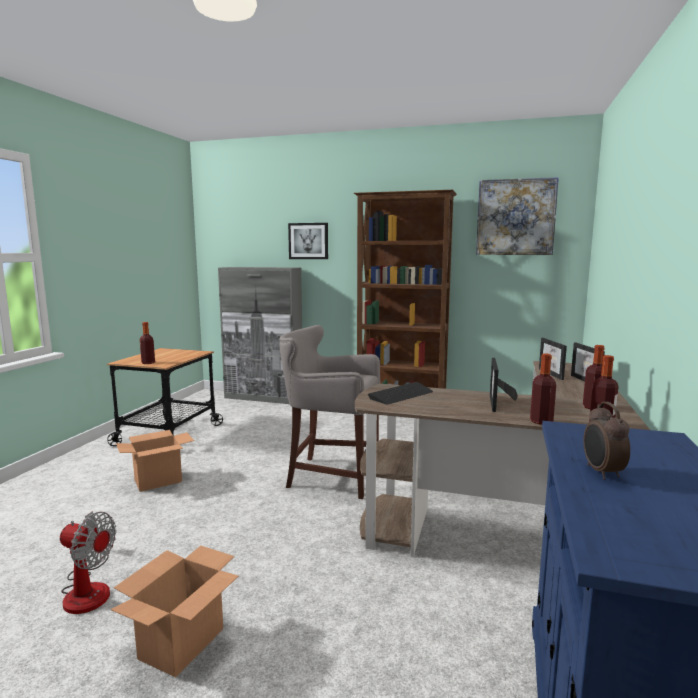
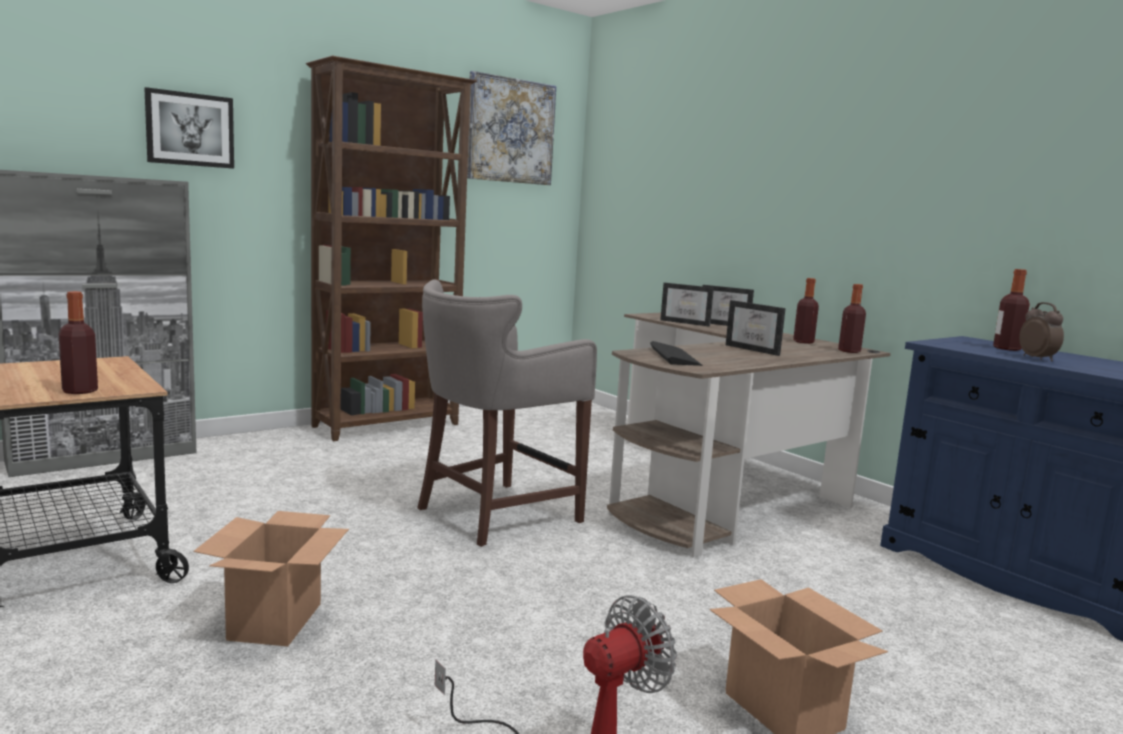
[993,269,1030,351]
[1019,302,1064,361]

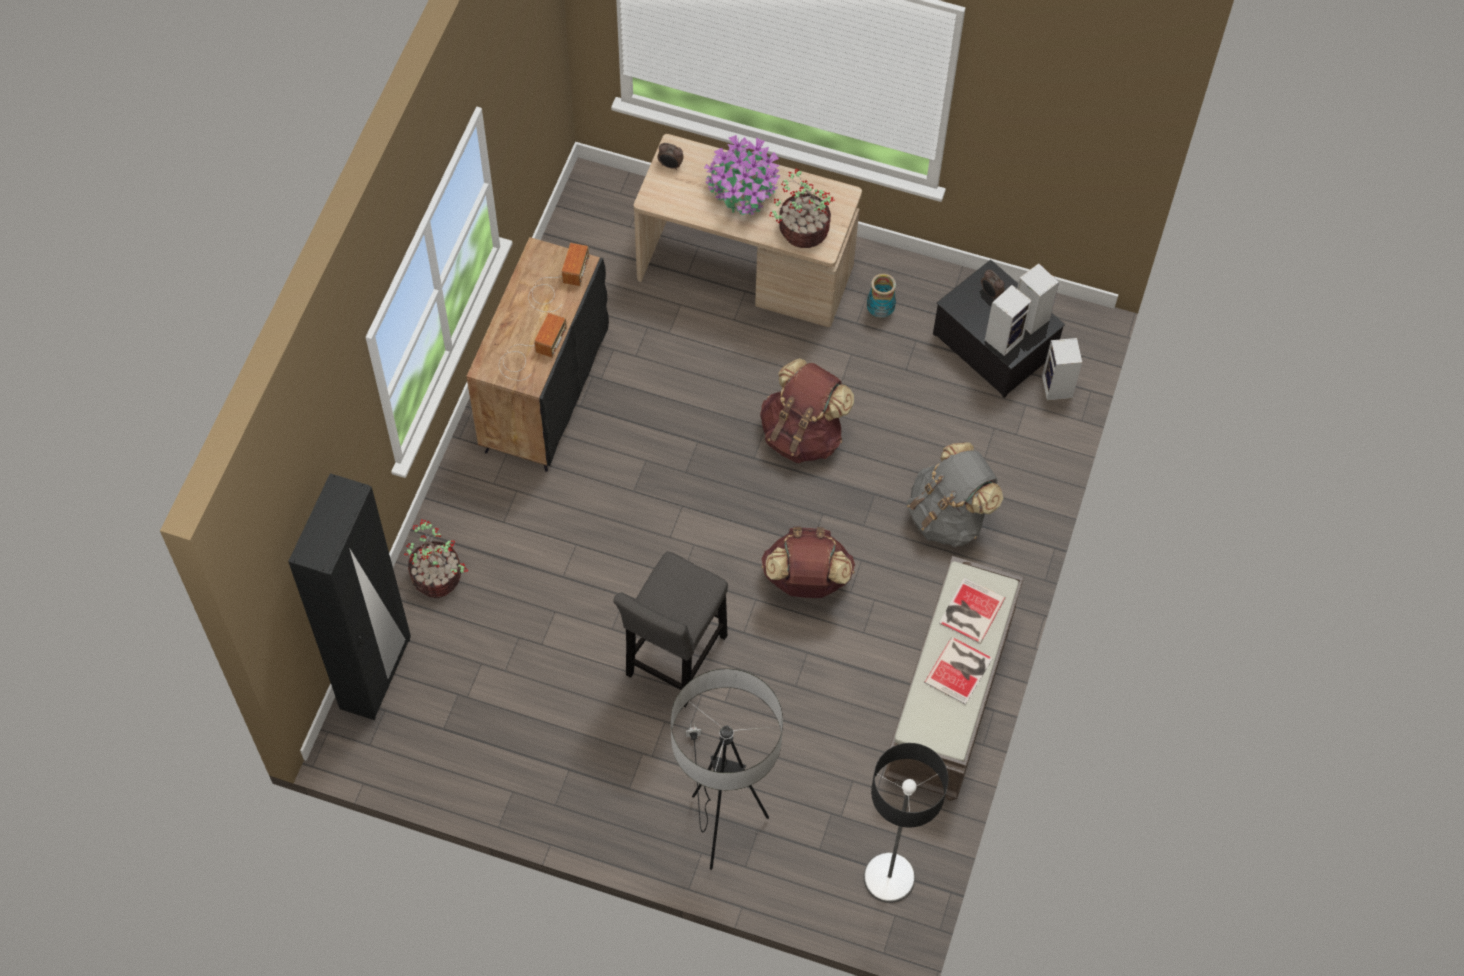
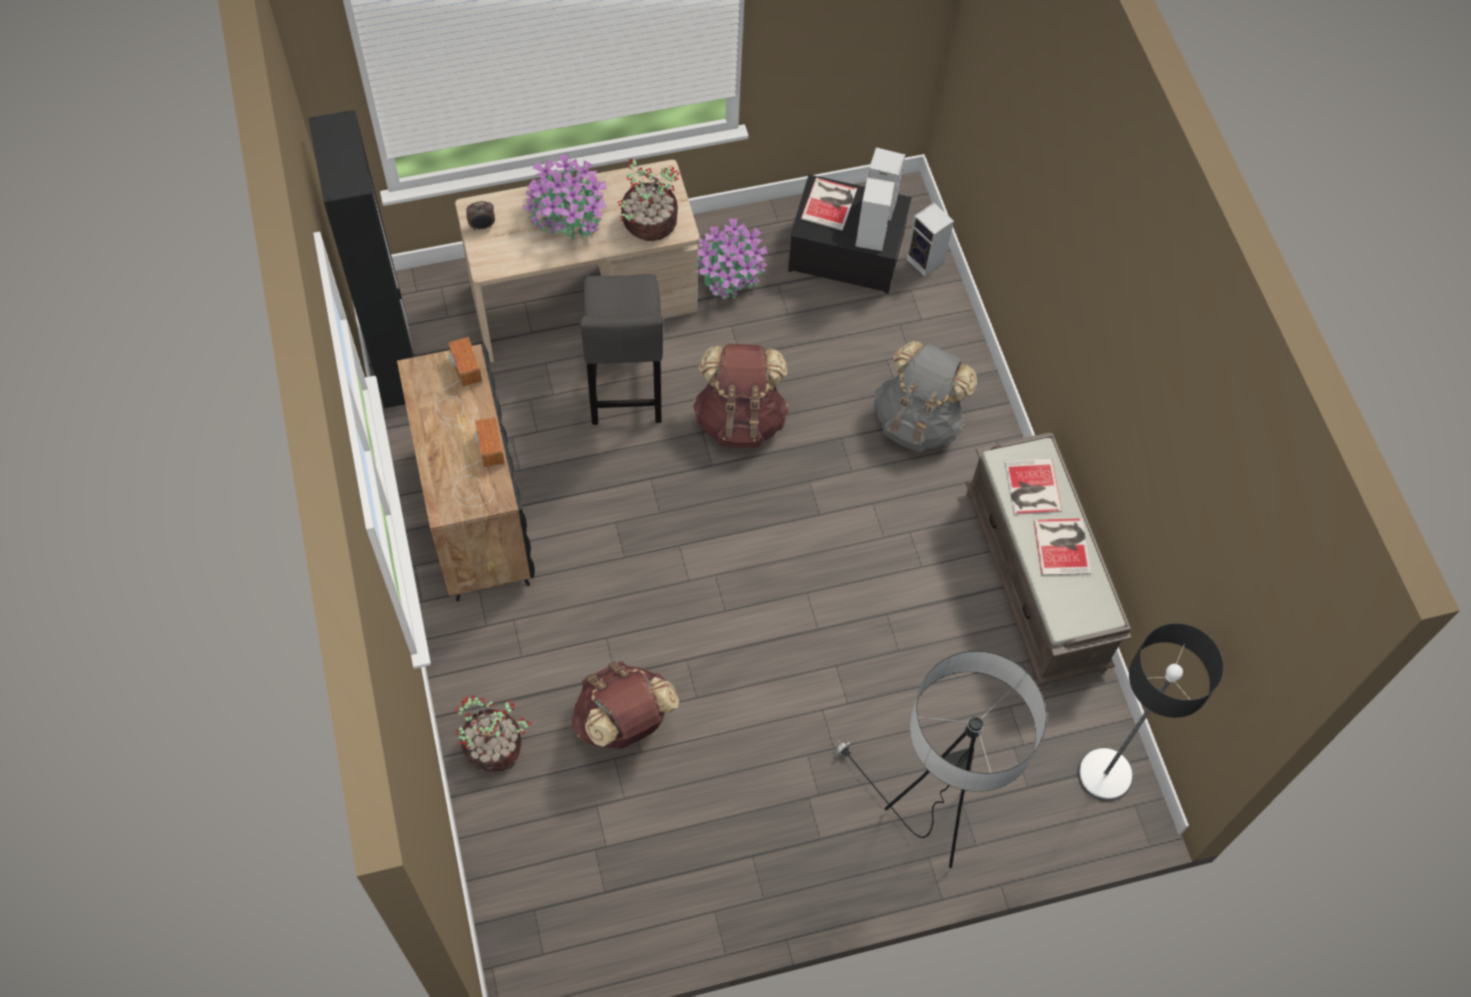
[308,110,415,408]
[571,661,679,749]
[580,274,664,425]
[697,219,768,299]
[801,178,857,231]

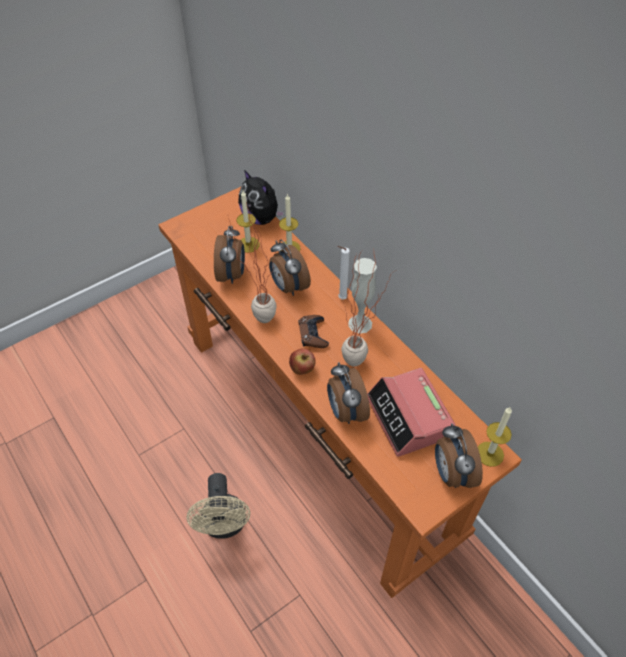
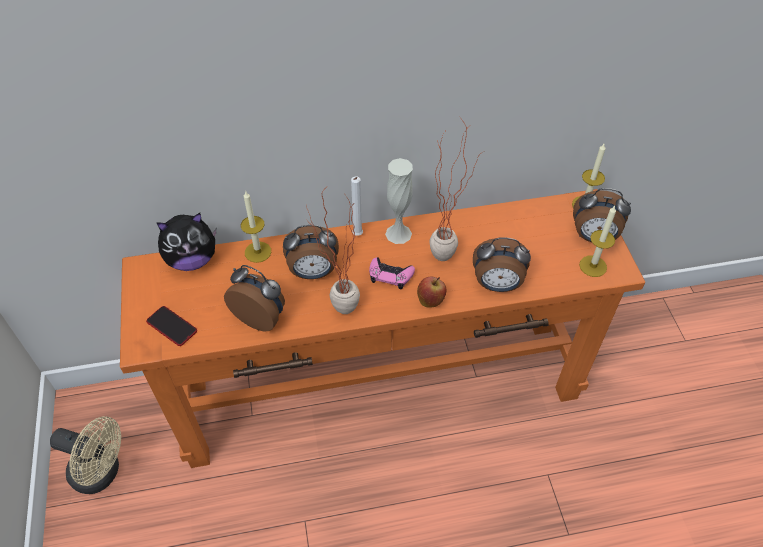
[50,417,121,494]
[146,306,197,346]
[369,257,415,289]
[579,206,616,277]
[367,368,456,457] (first image)

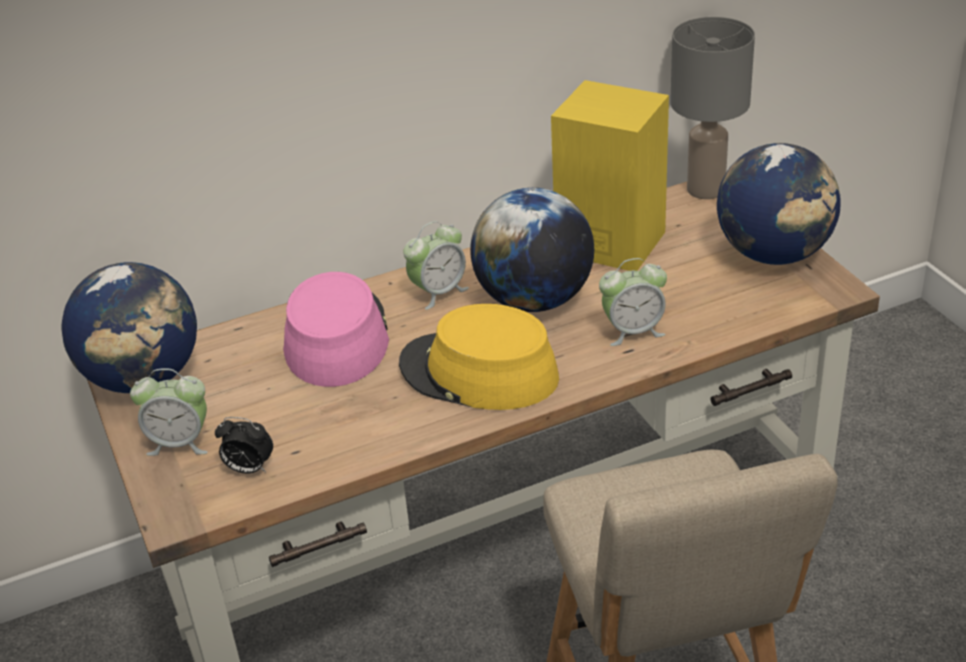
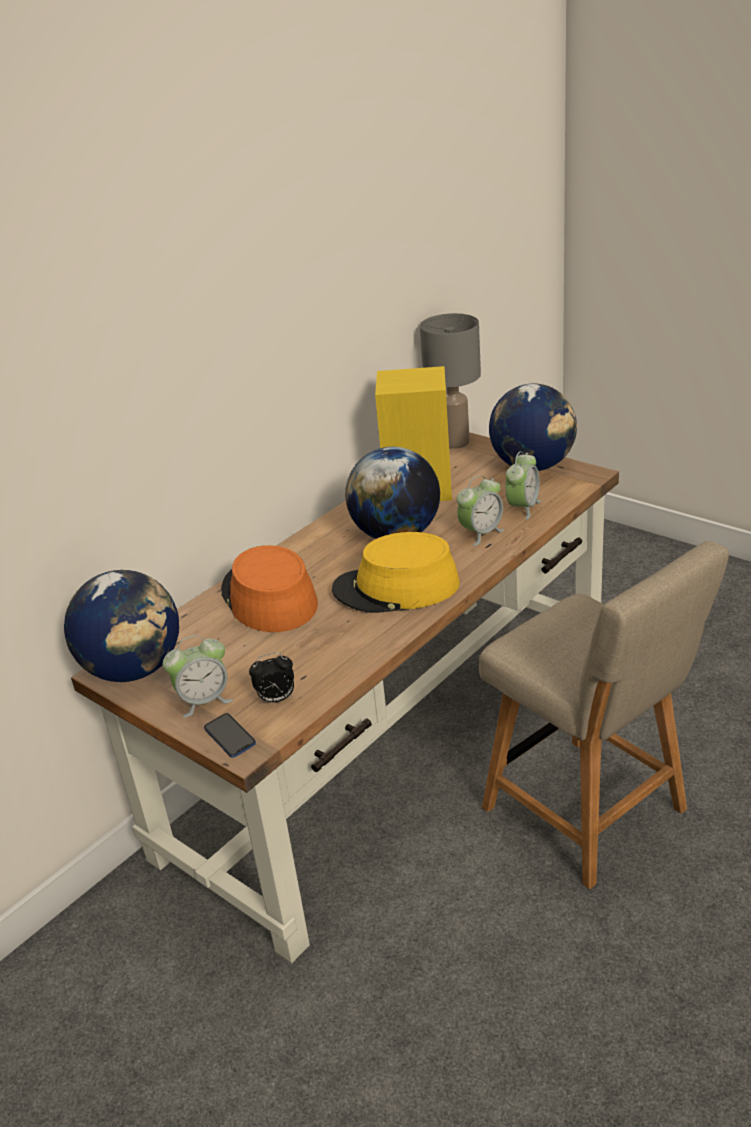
[204,713,256,758]
[221,545,318,632]
[505,451,541,520]

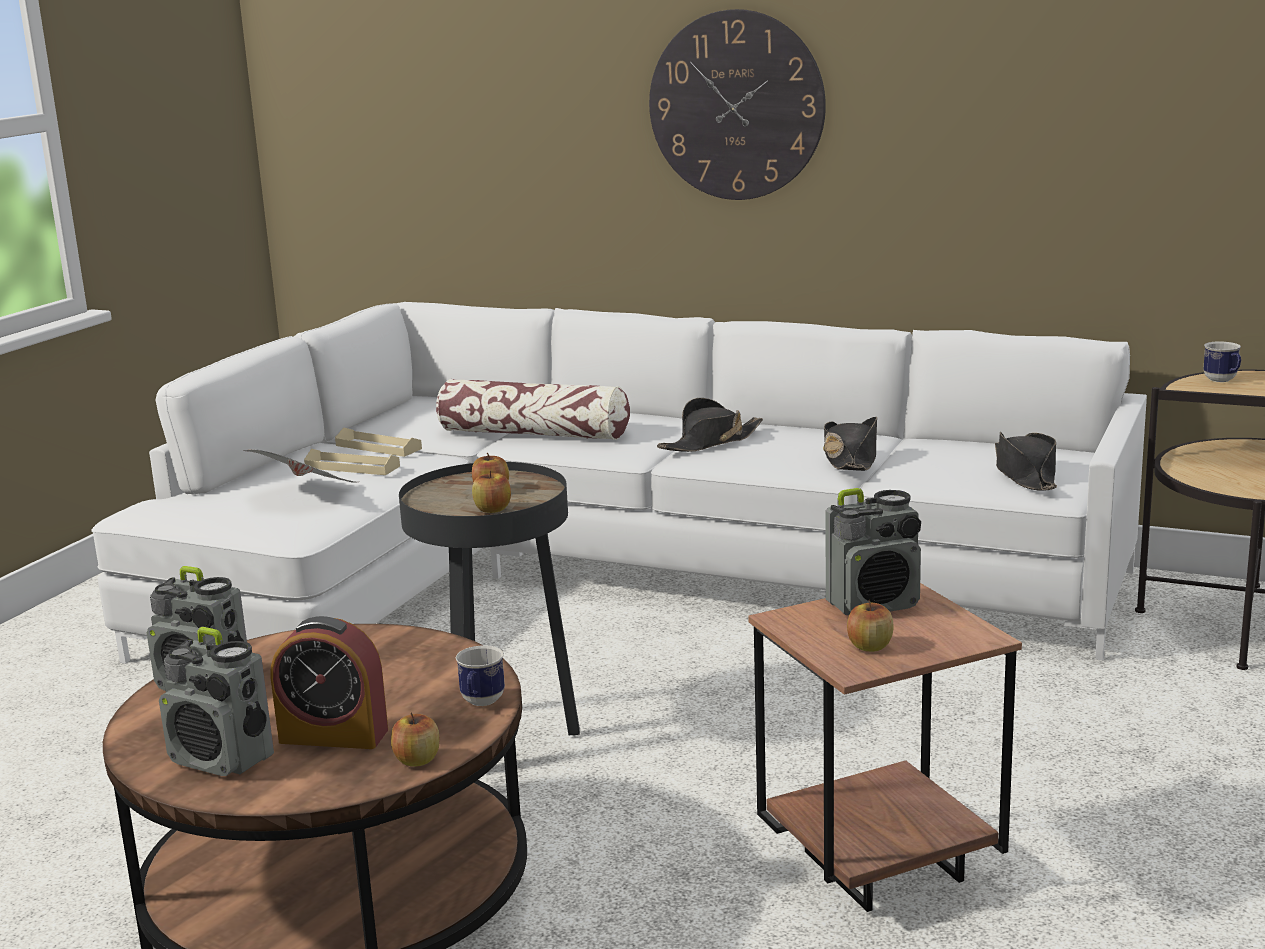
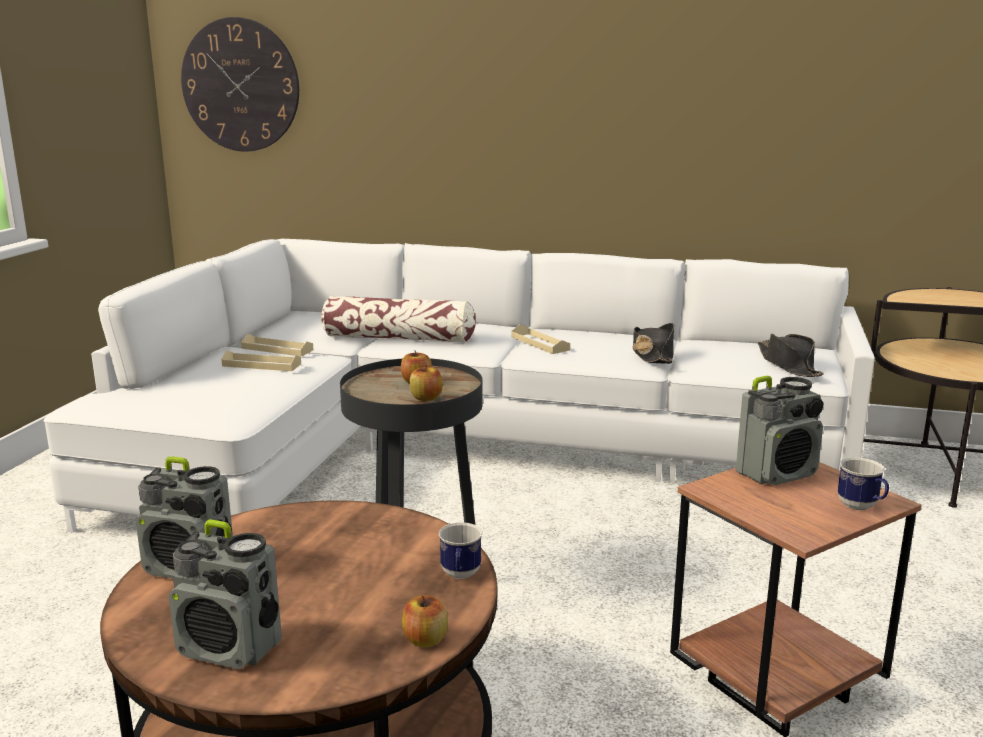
[181,17,299,152]
[511,324,570,354]
[837,457,889,510]
[244,449,356,483] (first image)
[271,616,388,749] (first image)
[847,600,894,652] (first image)

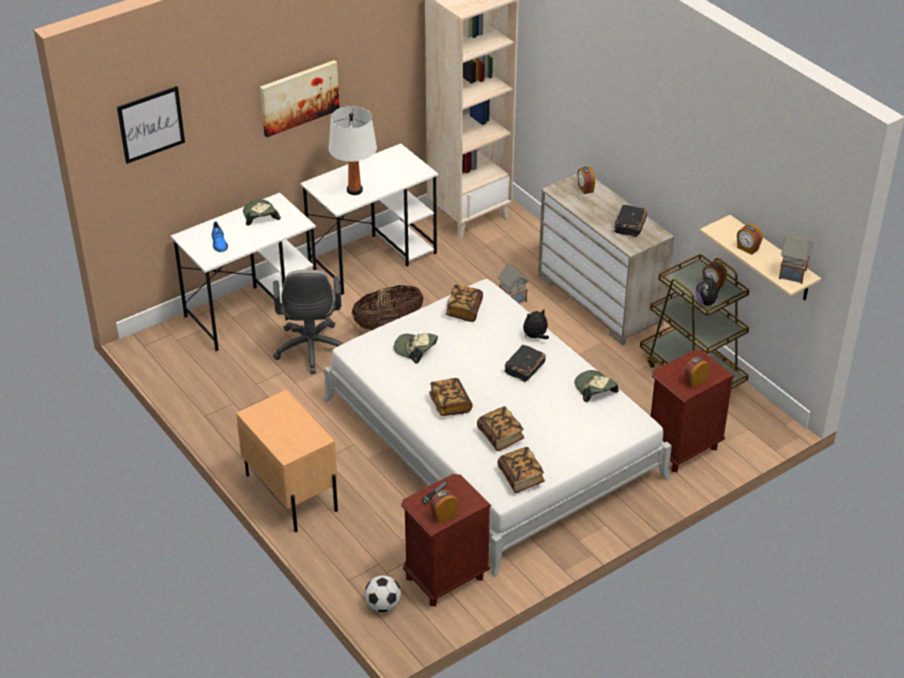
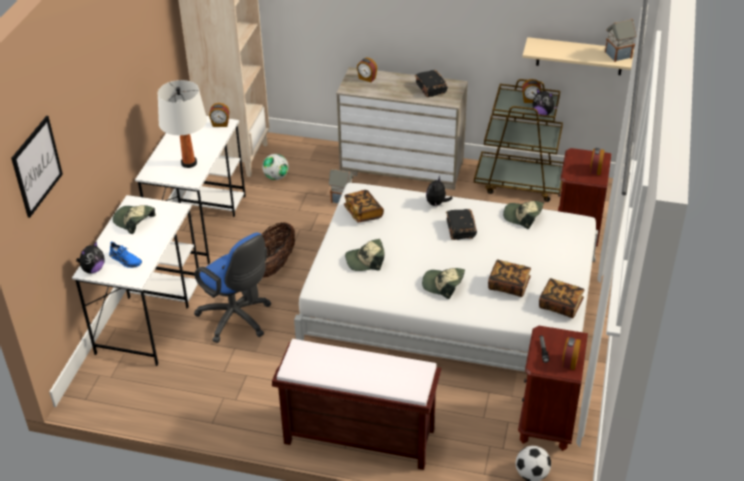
[76,241,104,273]
[194,233,271,343]
[209,103,229,127]
[262,154,289,180]
[272,339,441,470]
[422,268,465,299]
[260,60,339,137] (first image)

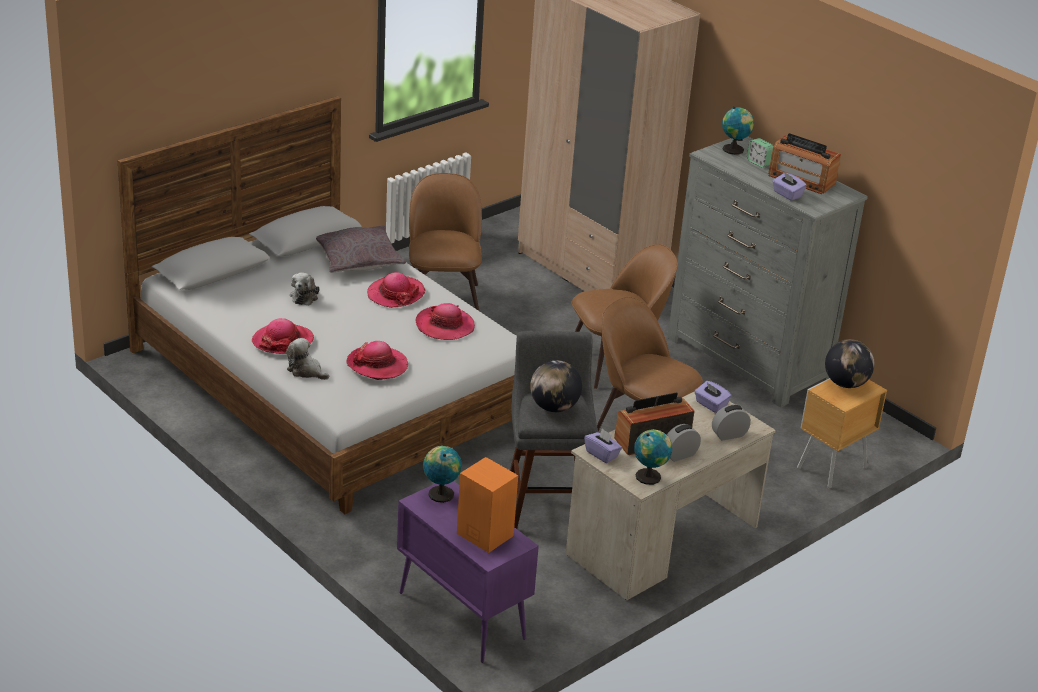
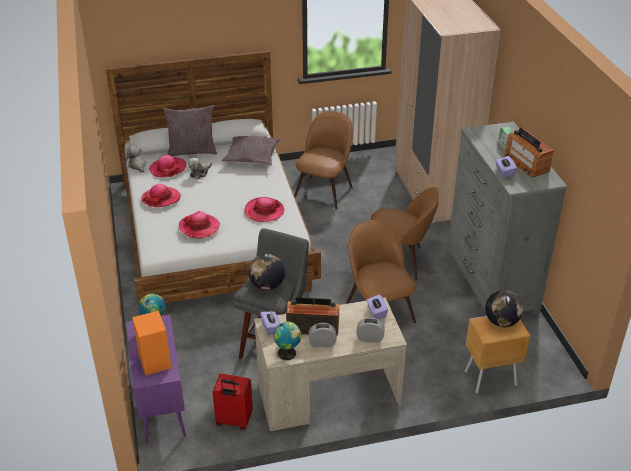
[126,146,146,173]
[149,155,186,177]
[163,105,217,156]
[212,374,253,430]
[722,107,754,155] (first image)

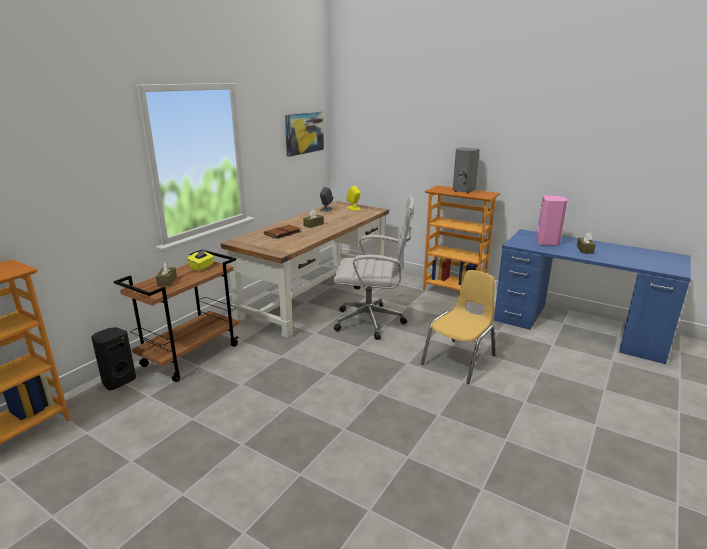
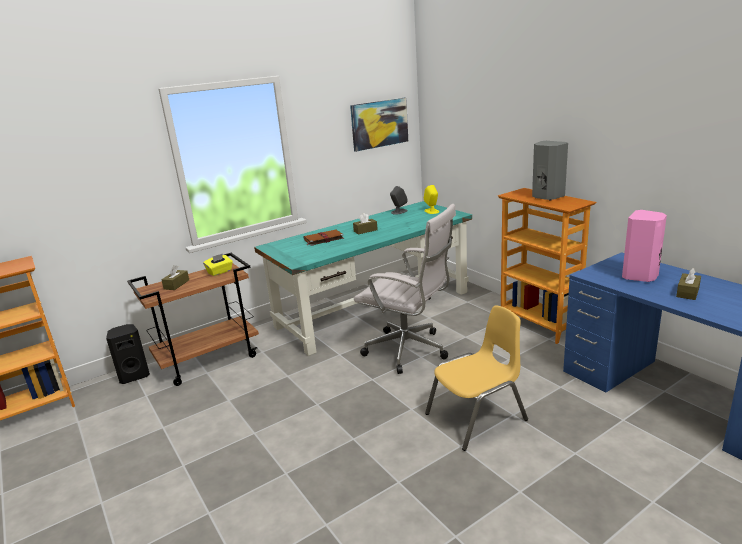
[254,201,472,356]

